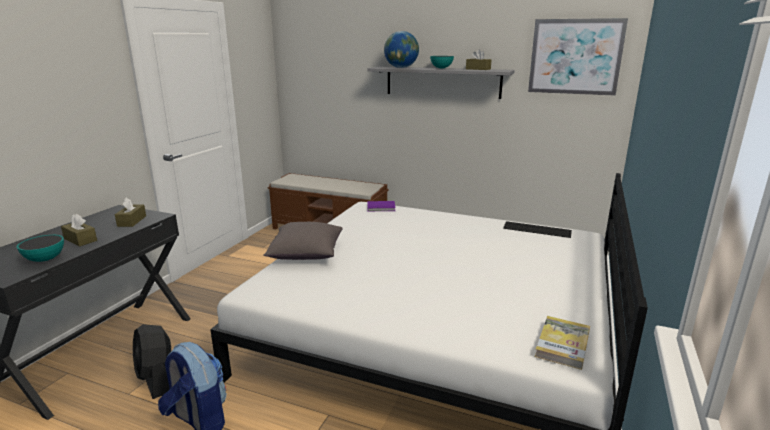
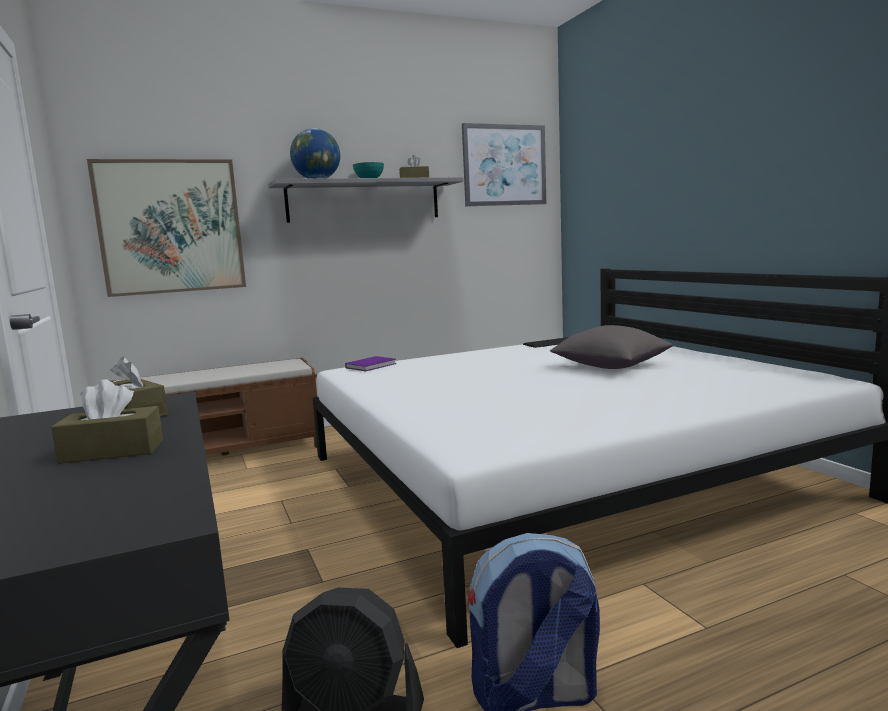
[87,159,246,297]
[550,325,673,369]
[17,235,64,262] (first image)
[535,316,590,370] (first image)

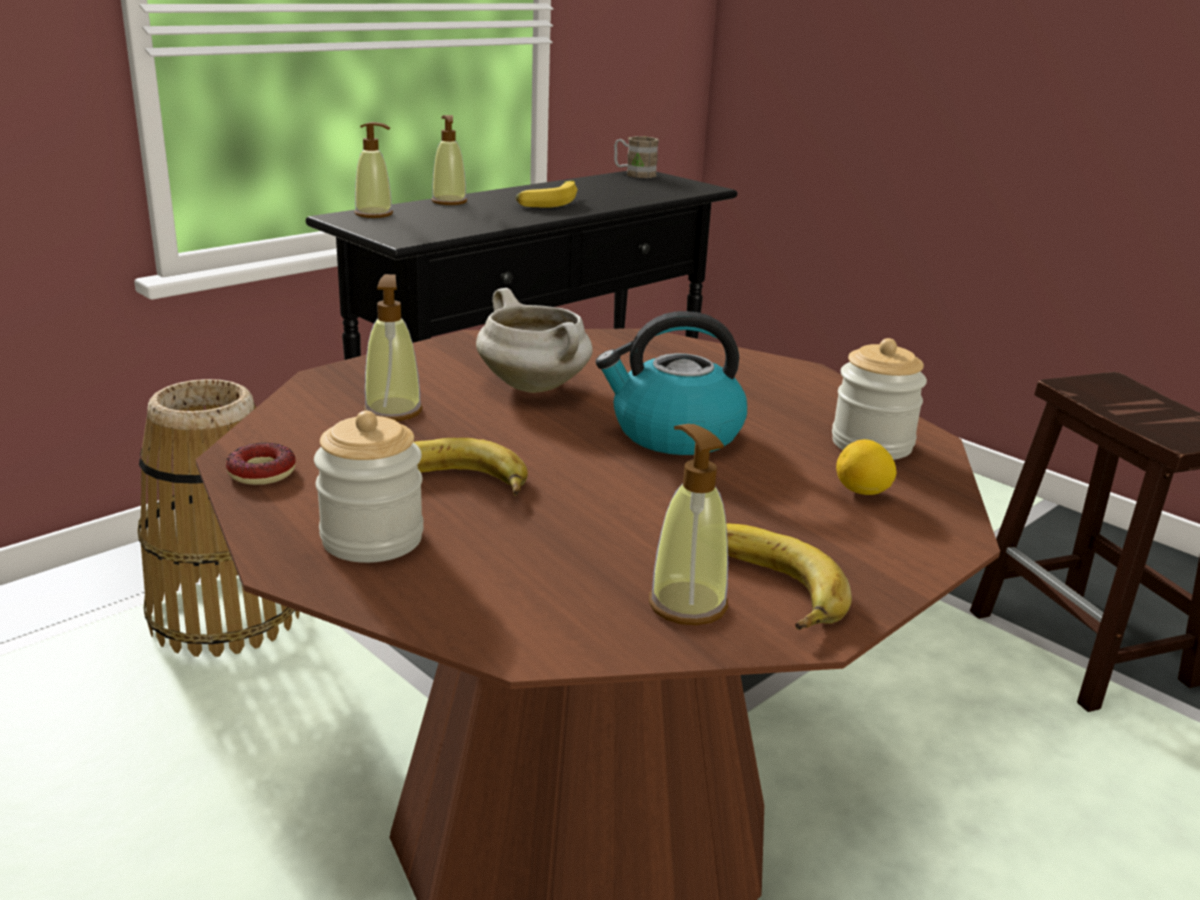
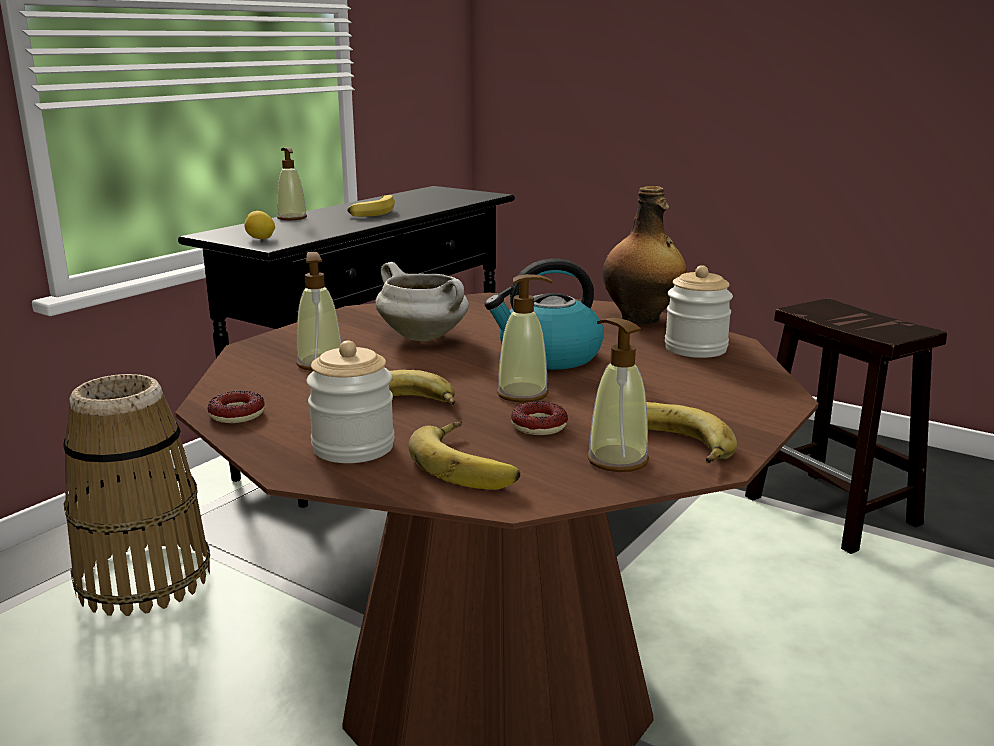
[244,211,275,239]
[408,421,520,490]
[497,274,553,403]
[511,401,568,435]
[603,186,687,324]
[614,136,659,178] (first image)

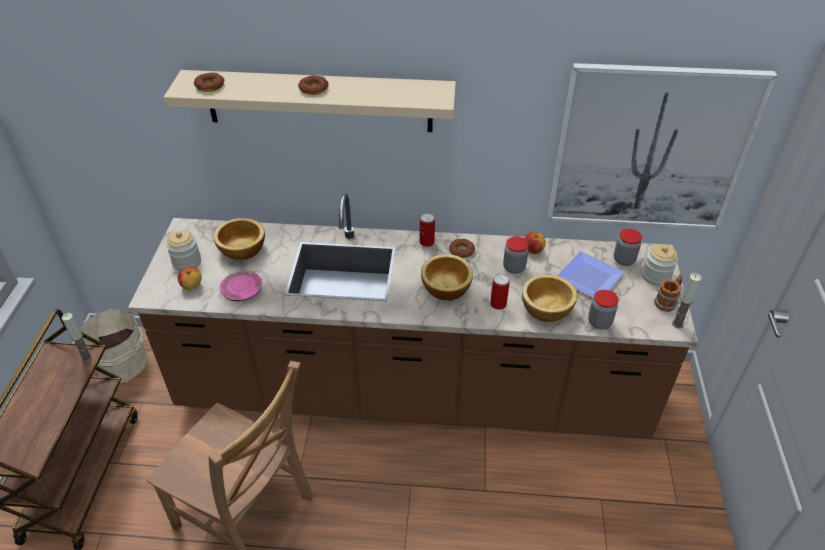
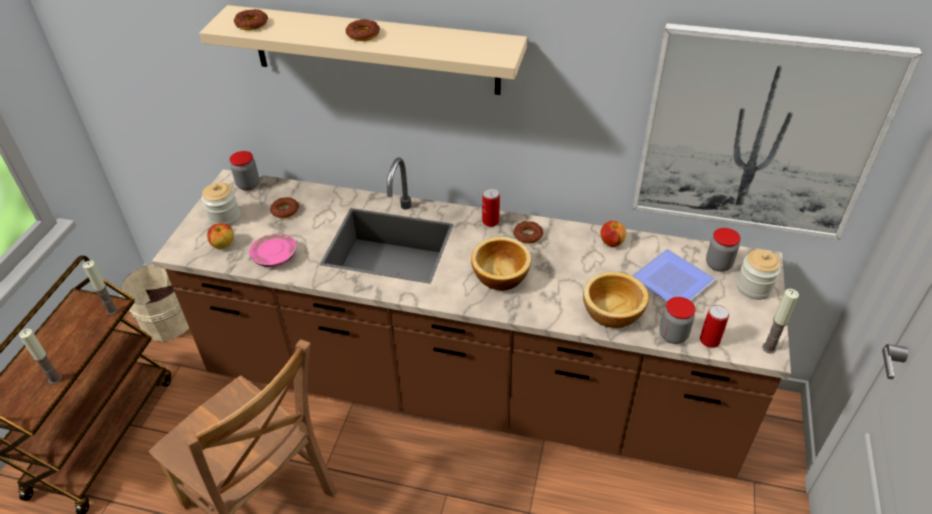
[19,329,62,384]
[229,151,259,191]
[270,197,299,218]
[700,305,729,348]
[654,274,683,312] (first image)

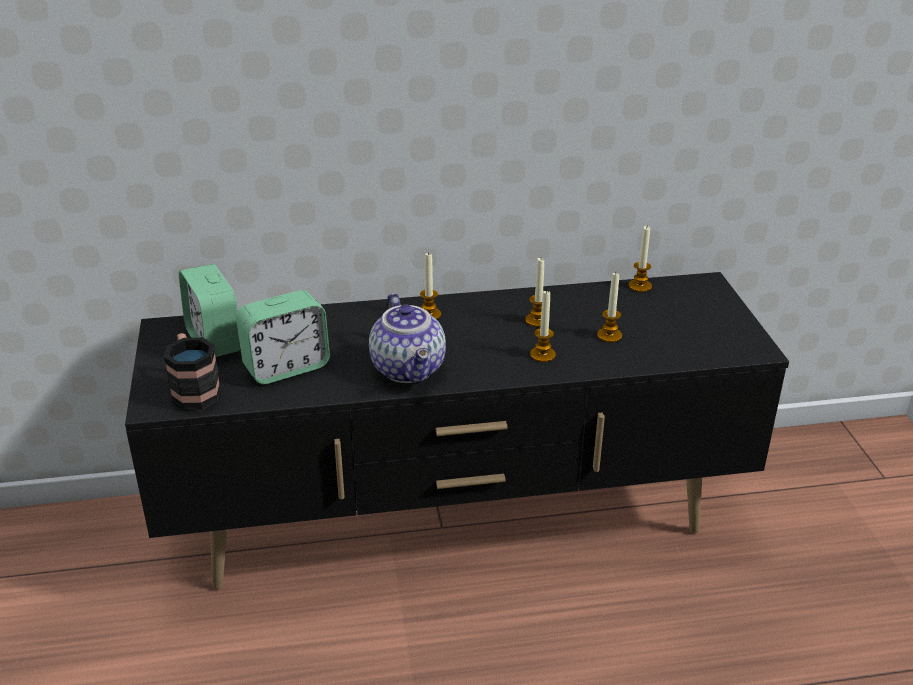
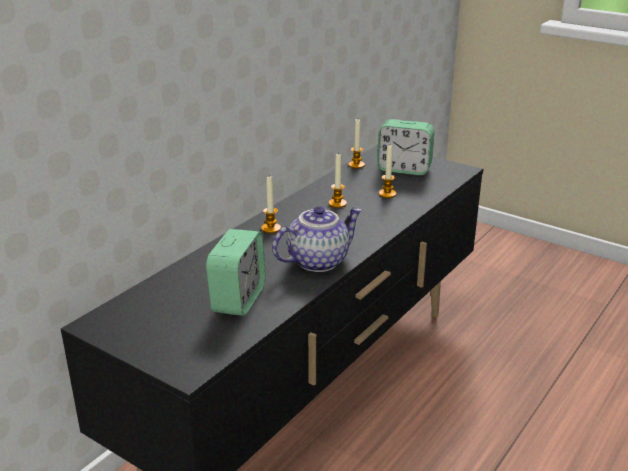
[272,206,362,272]
[377,119,434,175]
[163,333,222,411] (first image)
[530,290,556,362] (first image)

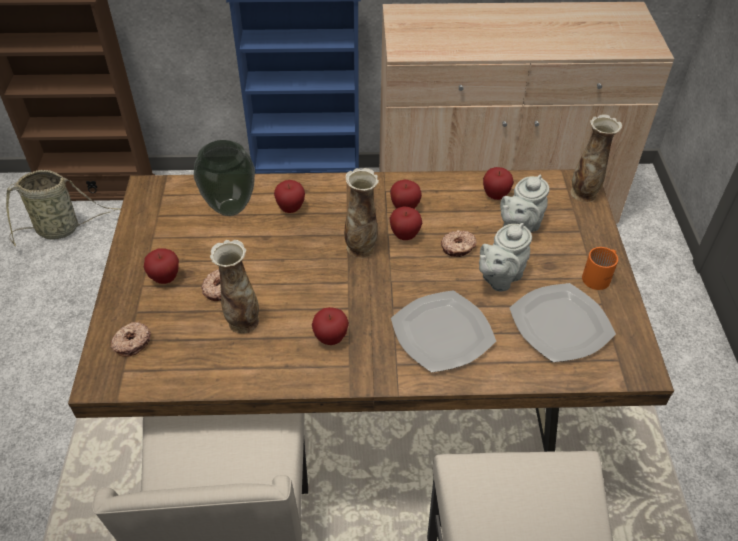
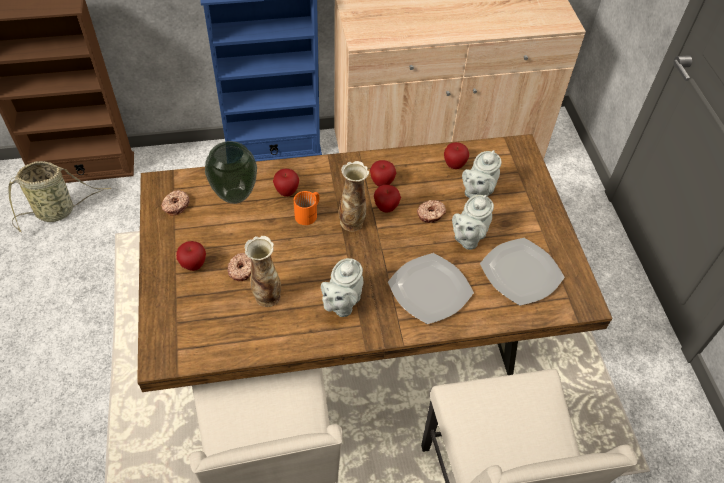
[161,190,190,216]
[294,191,320,225]
[321,258,364,317]
[570,114,622,202] (first image)

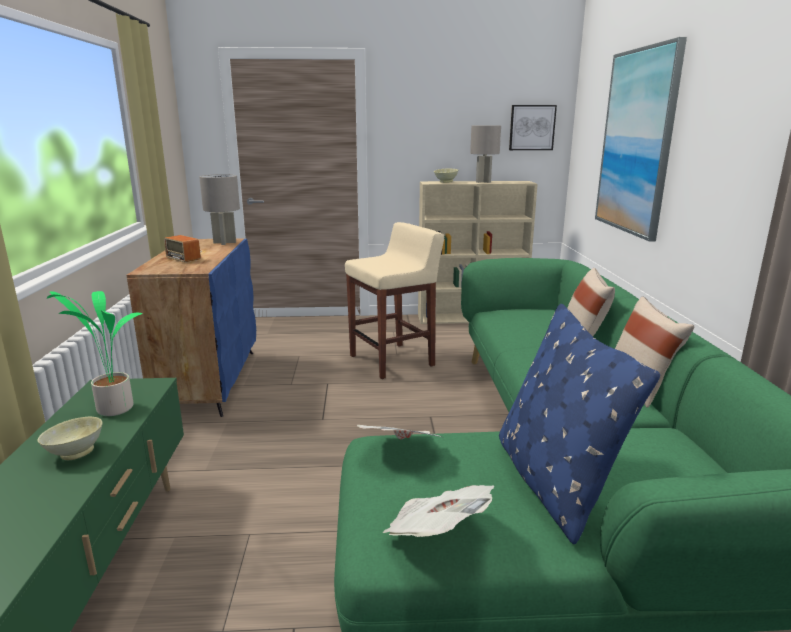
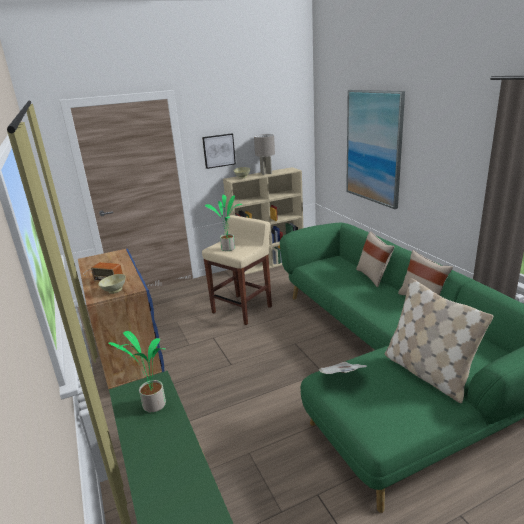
[98,274,126,294]
[202,133,236,169]
[205,195,243,251]
[385,278,493,403]
[199,174,240,245] (first image)
[382,485,495,537] (first image)

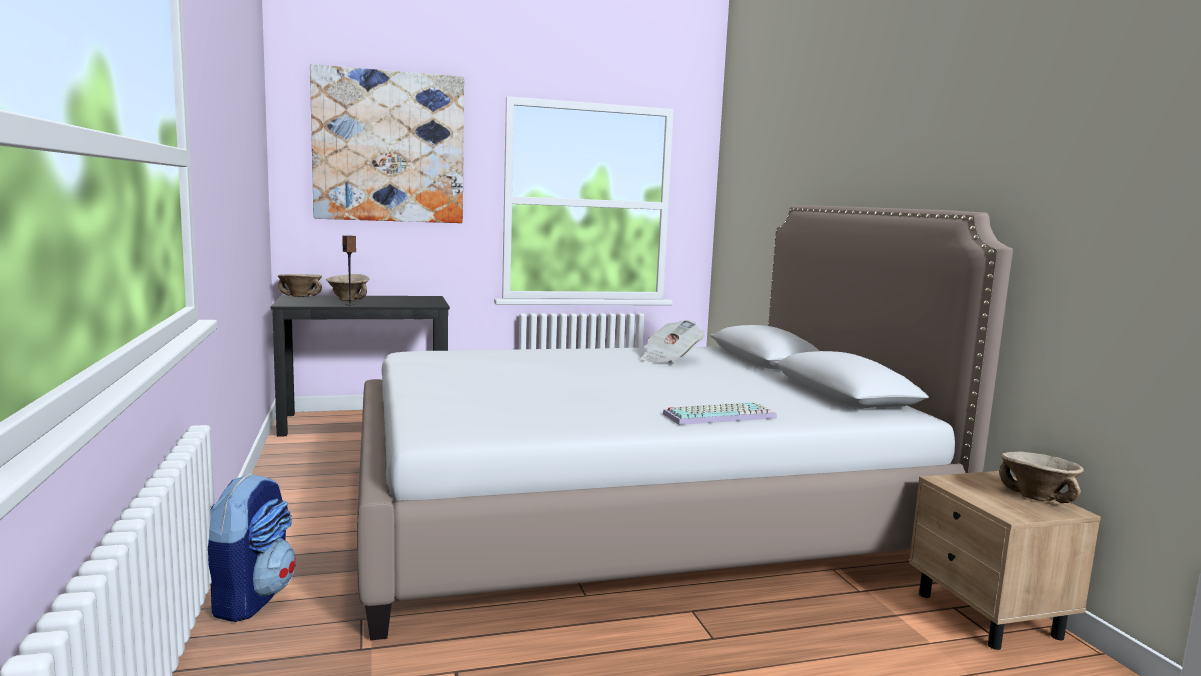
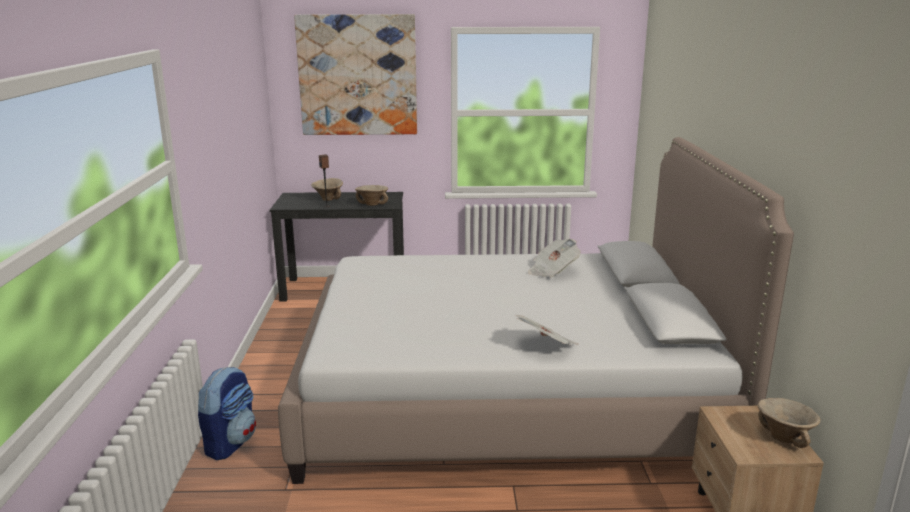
[355,185,388,206]
[516,315,578,345]

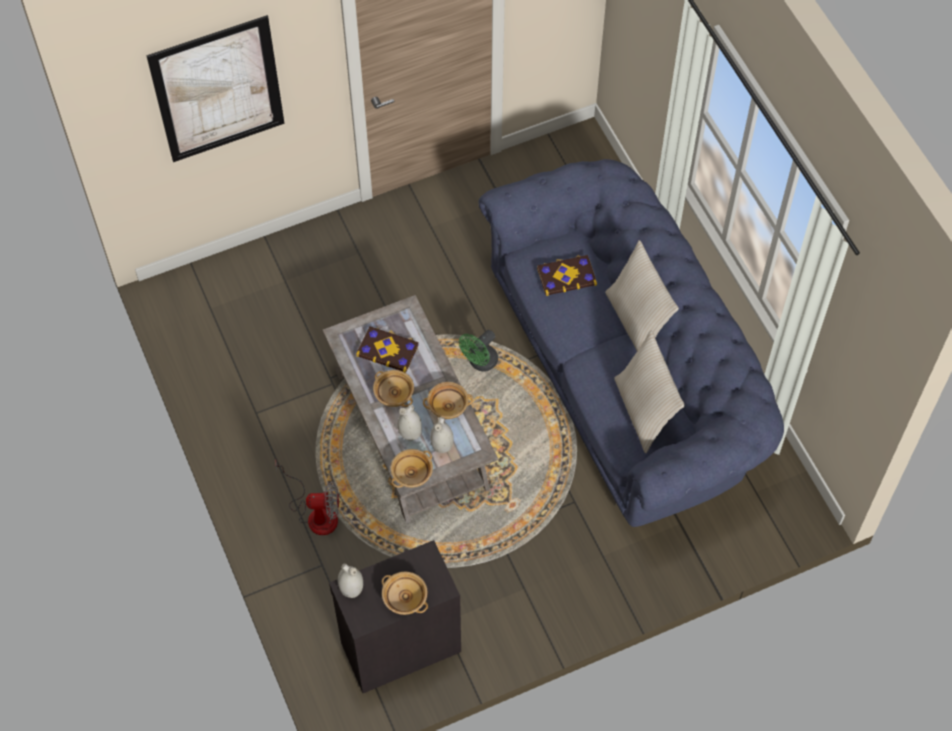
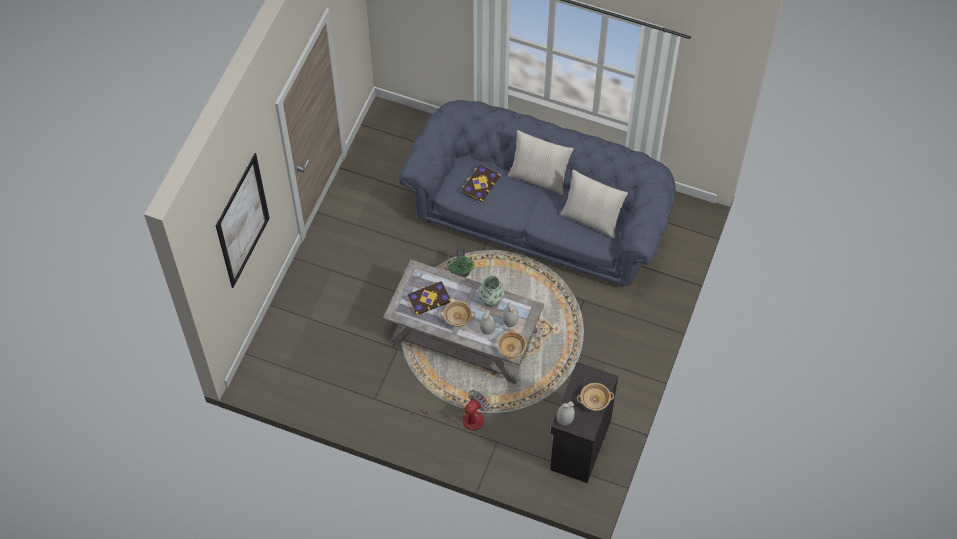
[478,275,504,308]

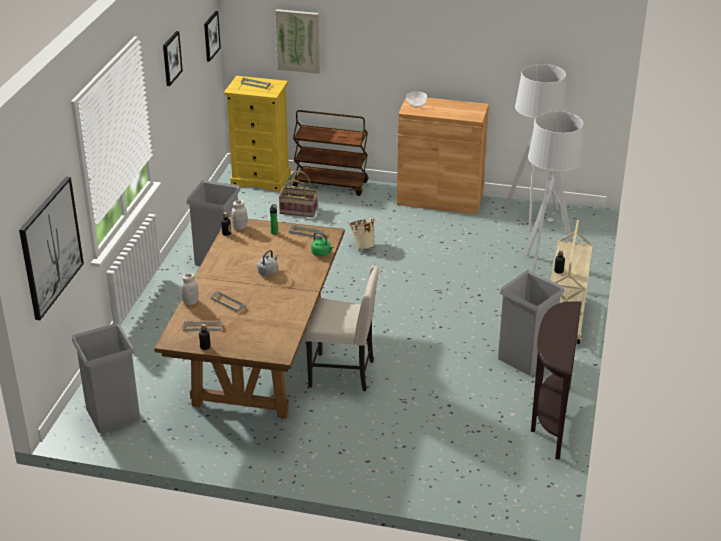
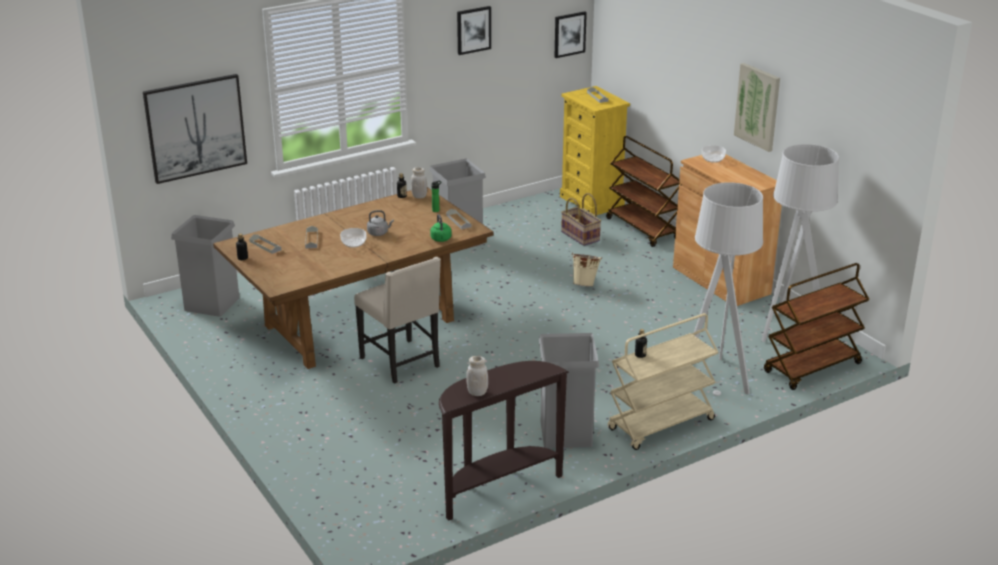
[340,228,366,248]
[466,356,488,396]
[734,63,780,152]
[764,263,869,390]

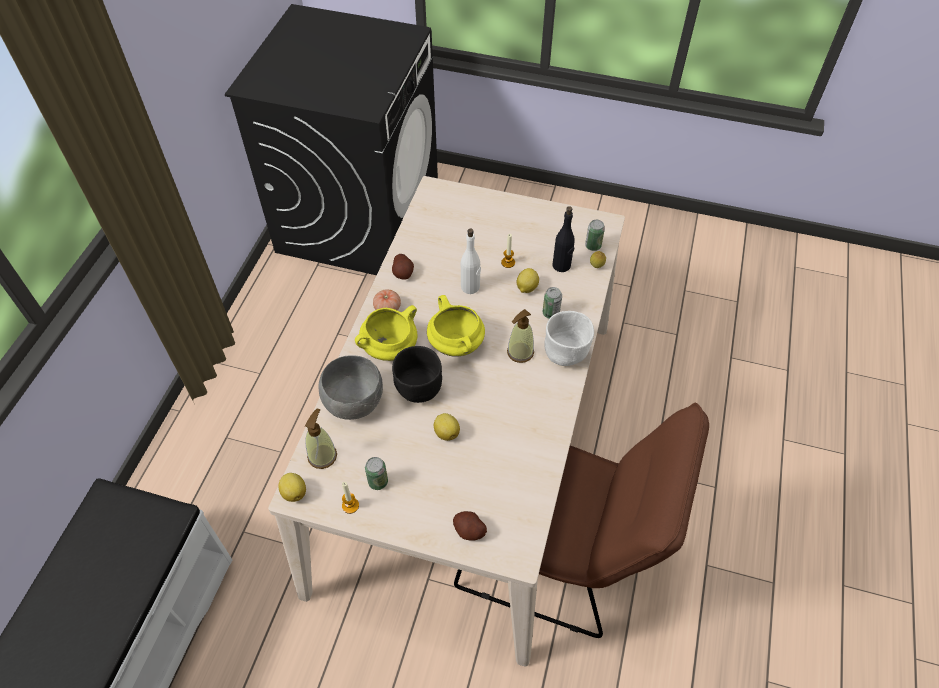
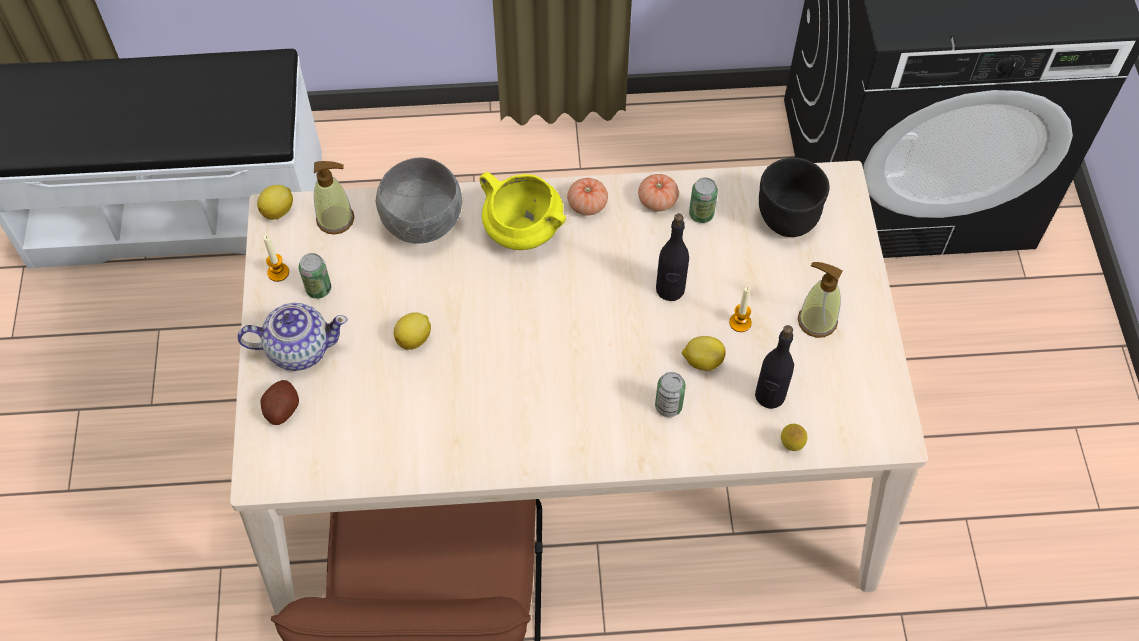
[237,303,348,371]
[638,174,679,212]
[656,214,689,301]
[689,178,718,223]
[759,158,830,237]
[798,262,843,338]
[427,295,485,357] (first image)
[544,311,594,366] (first image)

